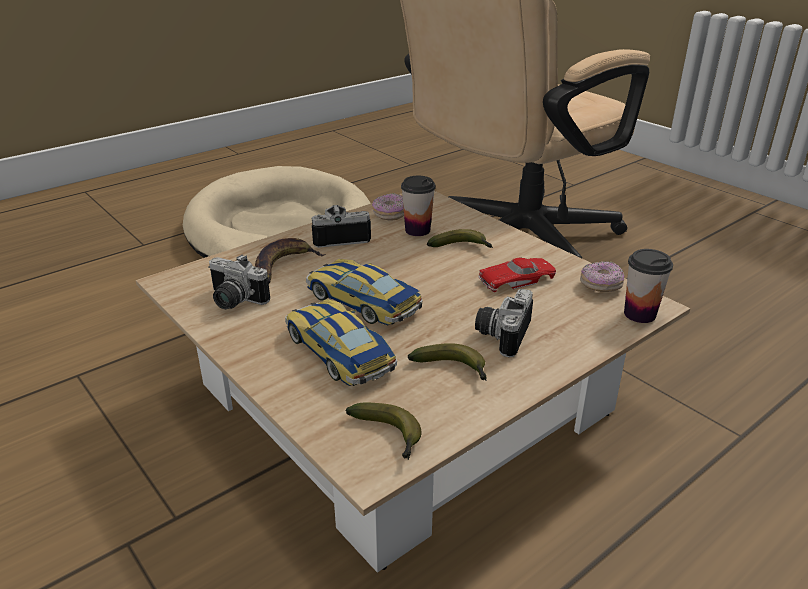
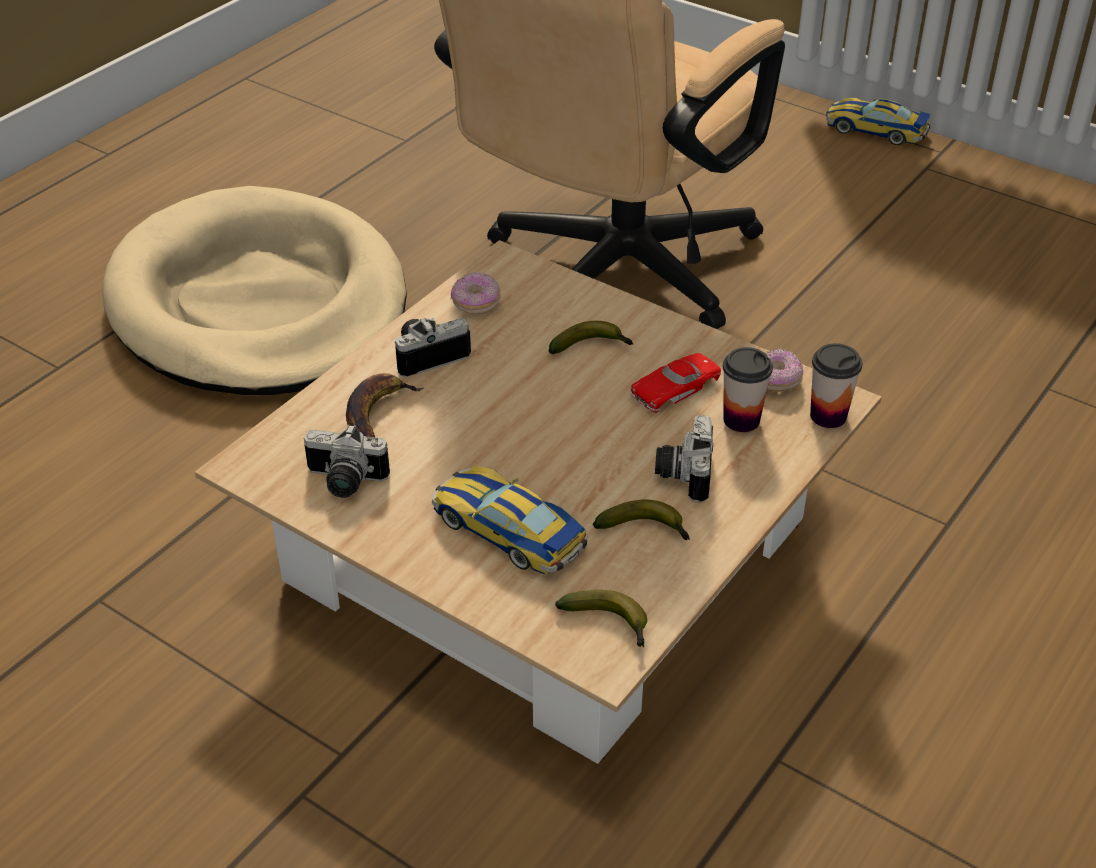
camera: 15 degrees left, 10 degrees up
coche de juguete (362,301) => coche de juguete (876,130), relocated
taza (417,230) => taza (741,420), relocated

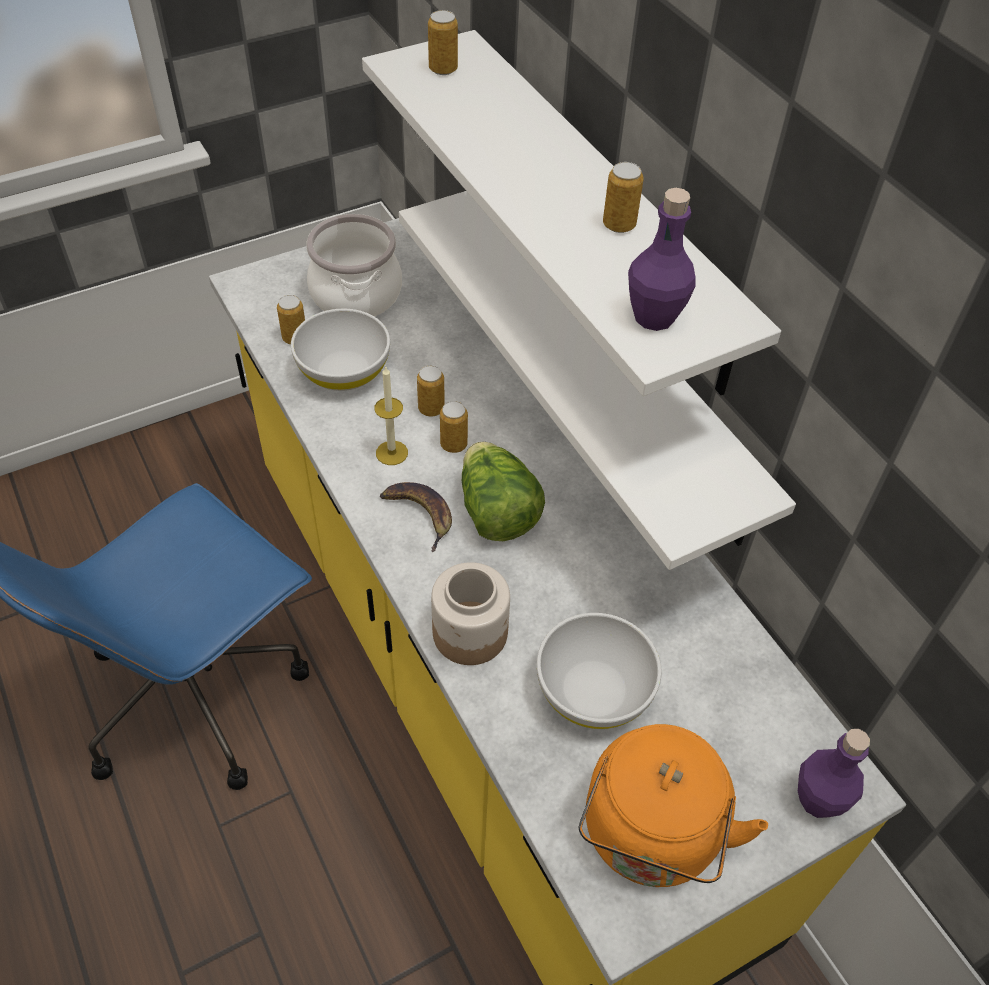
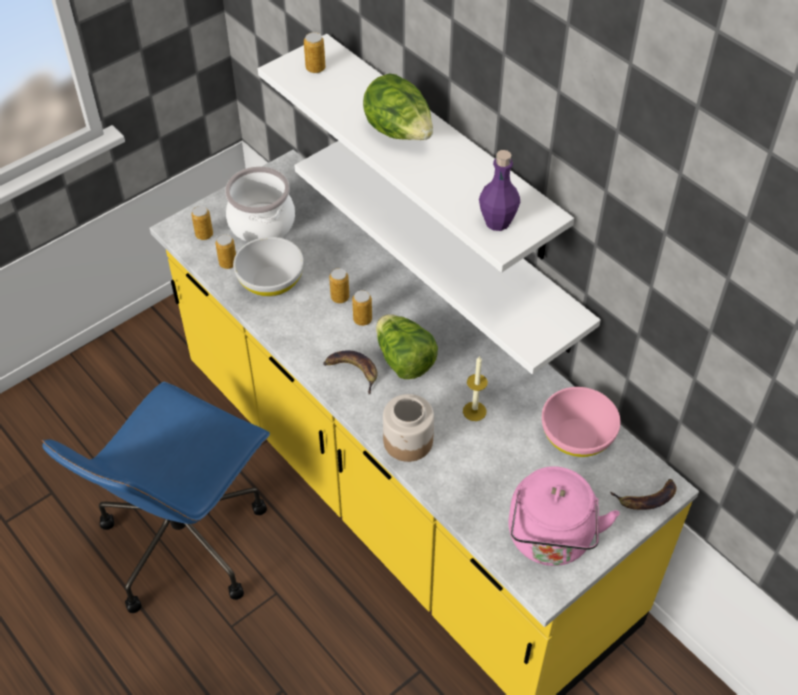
camera: 10 degrees left, 0 degrees up
cuenco (blanco) (594,690) => nothing
nothing => lechuga (399,133)
nothing => cuenco (rosa) (577,436)
vela (392,453) => vela (474,411), relocated
lata (619,225) => lata (204,235), relocated
botella (morado) (818,800) => plátano (646,499)
hervidor (naranja) (650,838) => hervidor (rosa) (550,540)

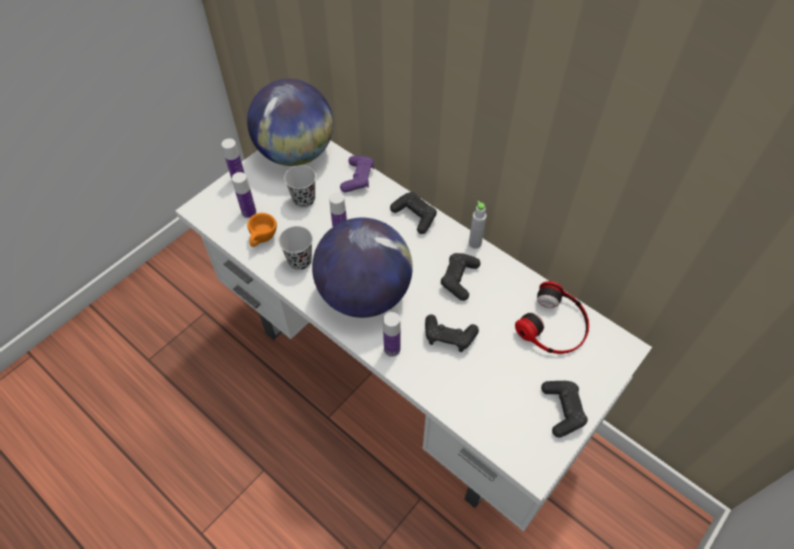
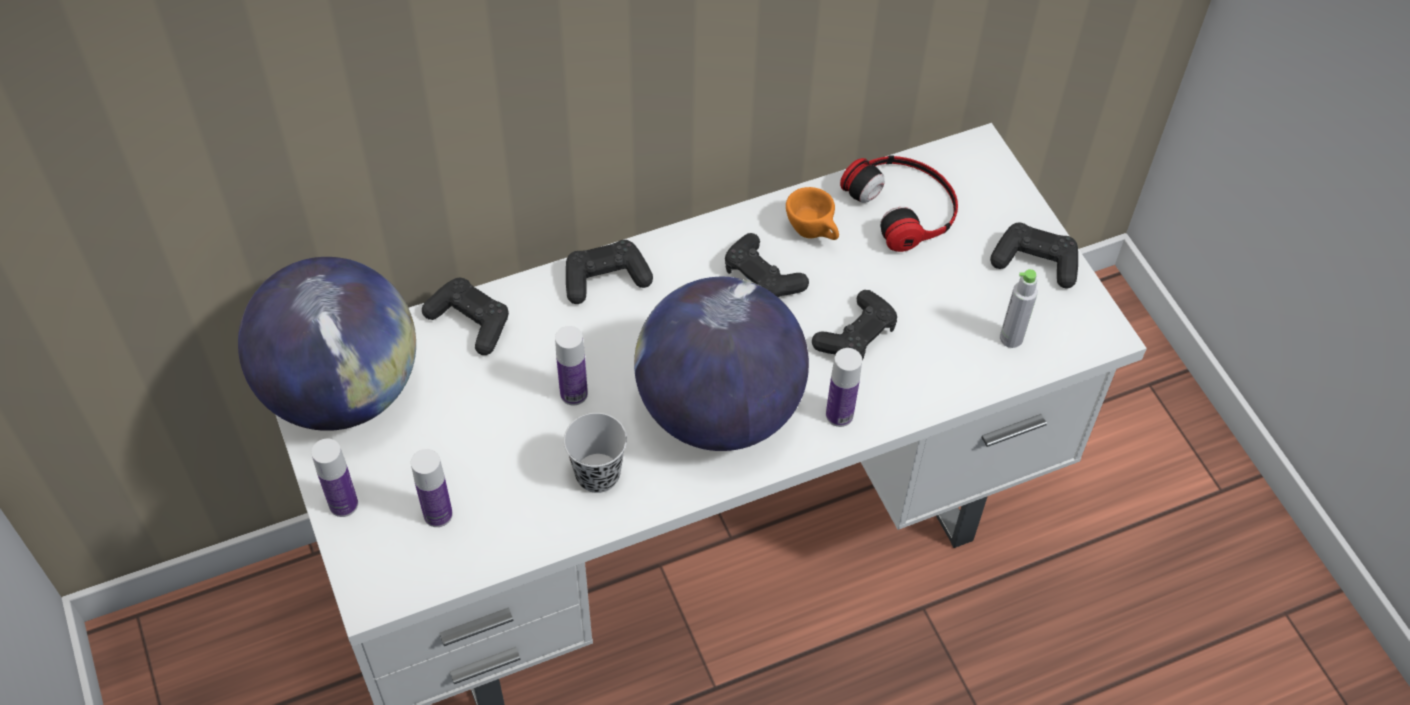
camera: 65 degrees left, 0 degrees up
taza (negro) (304,200) => nothing
taza (naranja) (263,240) => taza (naranja) (814,233), relocated
botella (gris) (475,243) => botella (gris) (1011,338), relocated
mando de consola (morado) (358,178) => mando de consola (negro) (470,322)

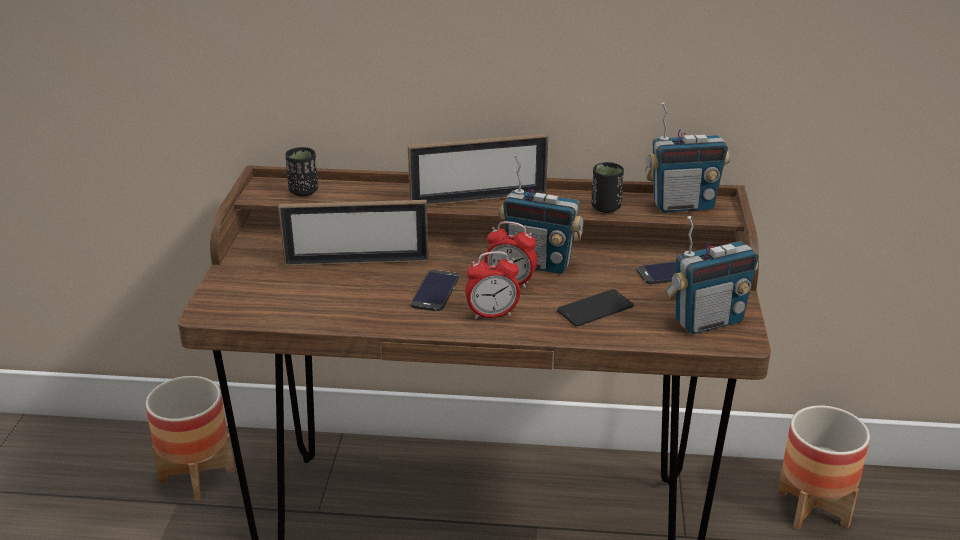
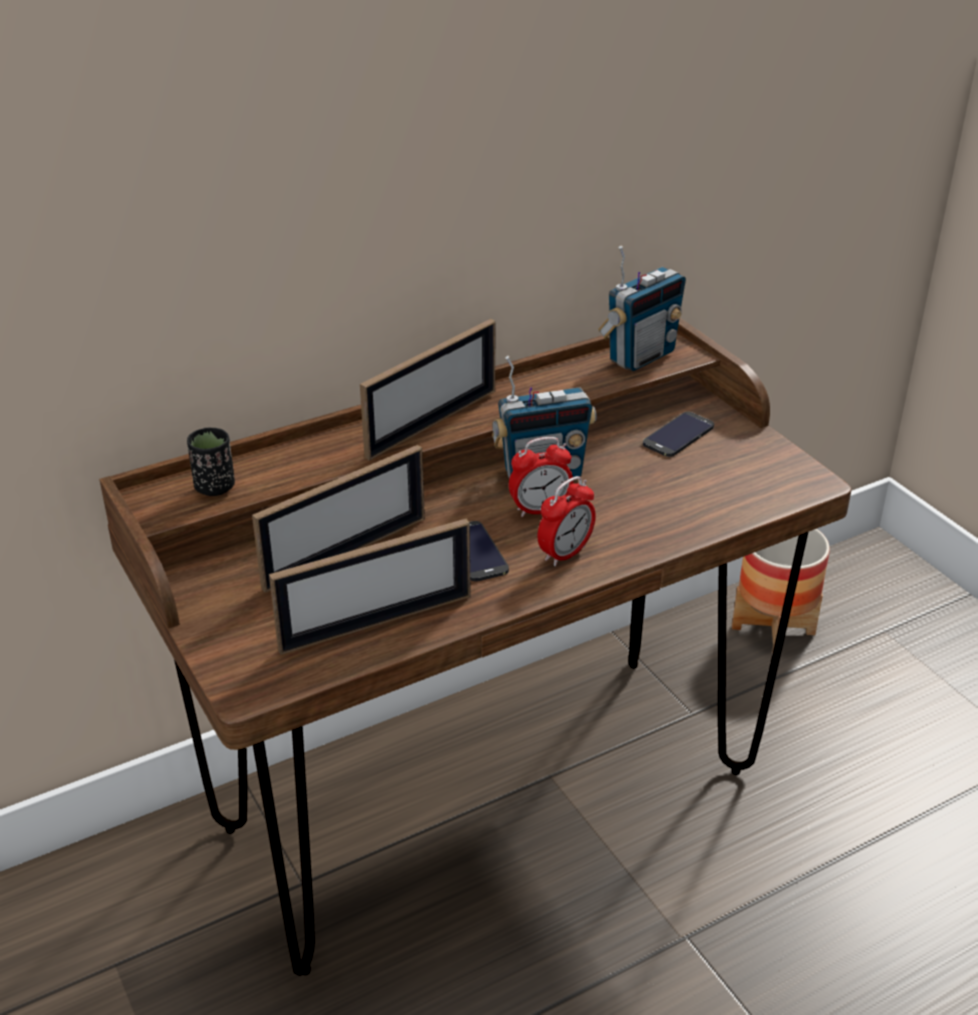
camera: 35 degrees left, 5 degrees up
maceta (197,475) => nothing
móvil (595,309) => nothing
taza (negro) (606,207) => nothing
radio (707,321) => nothing
nothing => portarretratos (376,622)

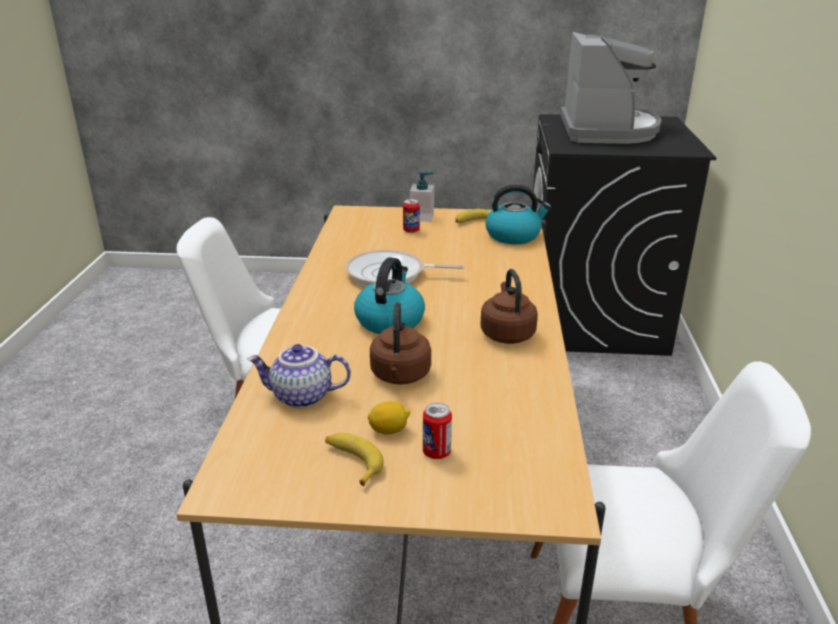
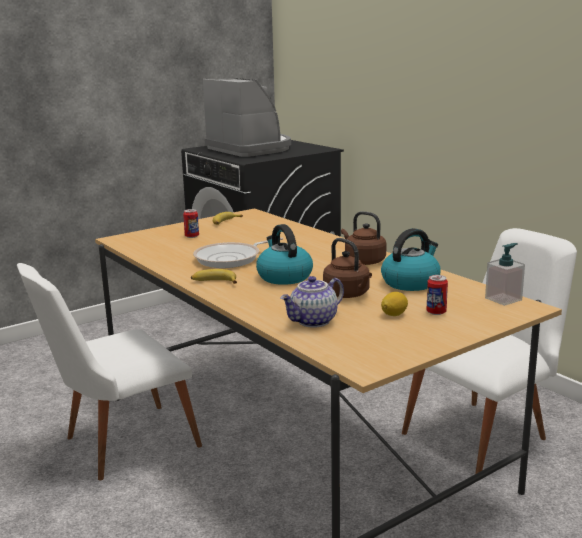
camera: 40 degrees left, 10 degrees down
plátano (352,462) => plátano (214,282), relocated
dispensador de jabón (422,217) => dispensador de jabón (503,299), relocated
hervidor (514,235) => hervidor (411,282), relocated

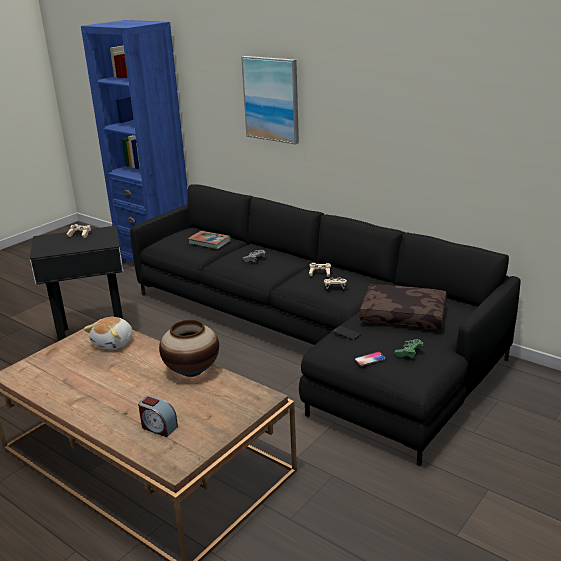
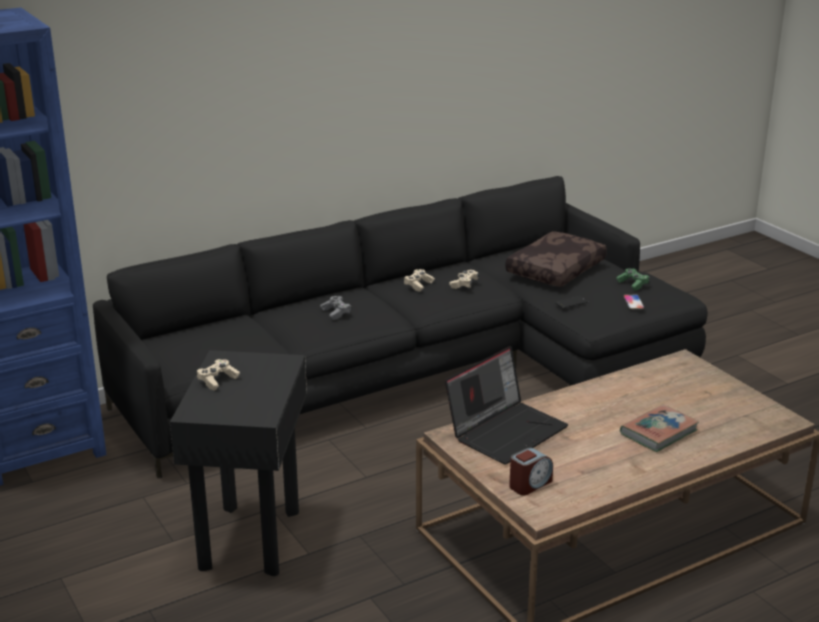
camera: 70 degrees left, 0 degrees up
florero (192,371) => nothing
cuadro (271,99) => nothing
despertador (158,427) => despertador (530,484), relocated
libro (209,242) => libro (658,432), relocated
peluche (114,343) => portátil (506,430)

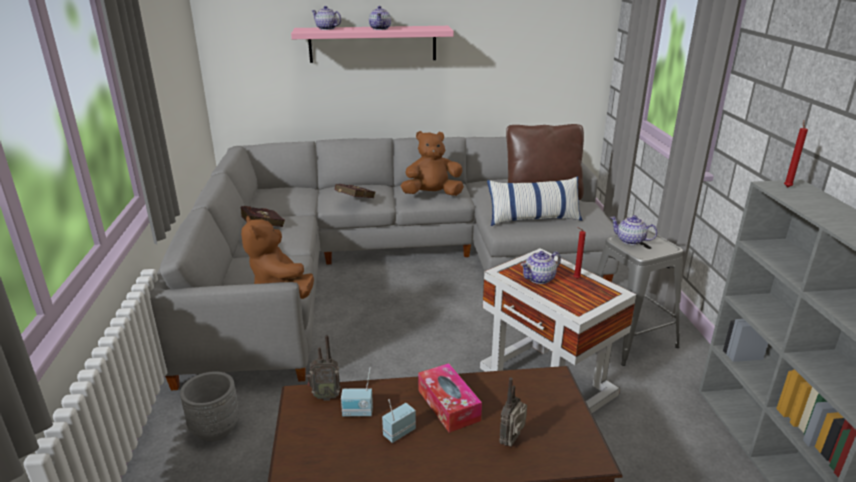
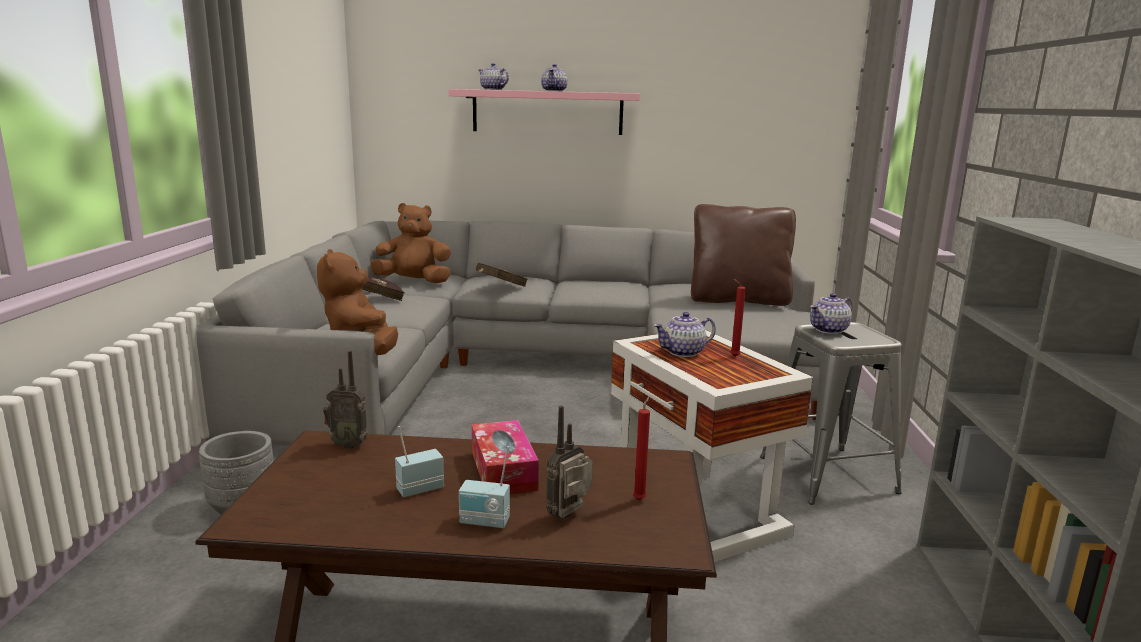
camera: 10 degrees right, 10 degrees down
cojín (533,219) => nothing
radio (357,413) => radio (484,522), relocated
peluche (marrón) (432,194) => peluche (marrón) (413,282), relocated
vela (rojo) (787,187) => vela (rojo) (640,499), relocated
tetera (631,241) => tetera (829,330), 75 degrees counterclockwise

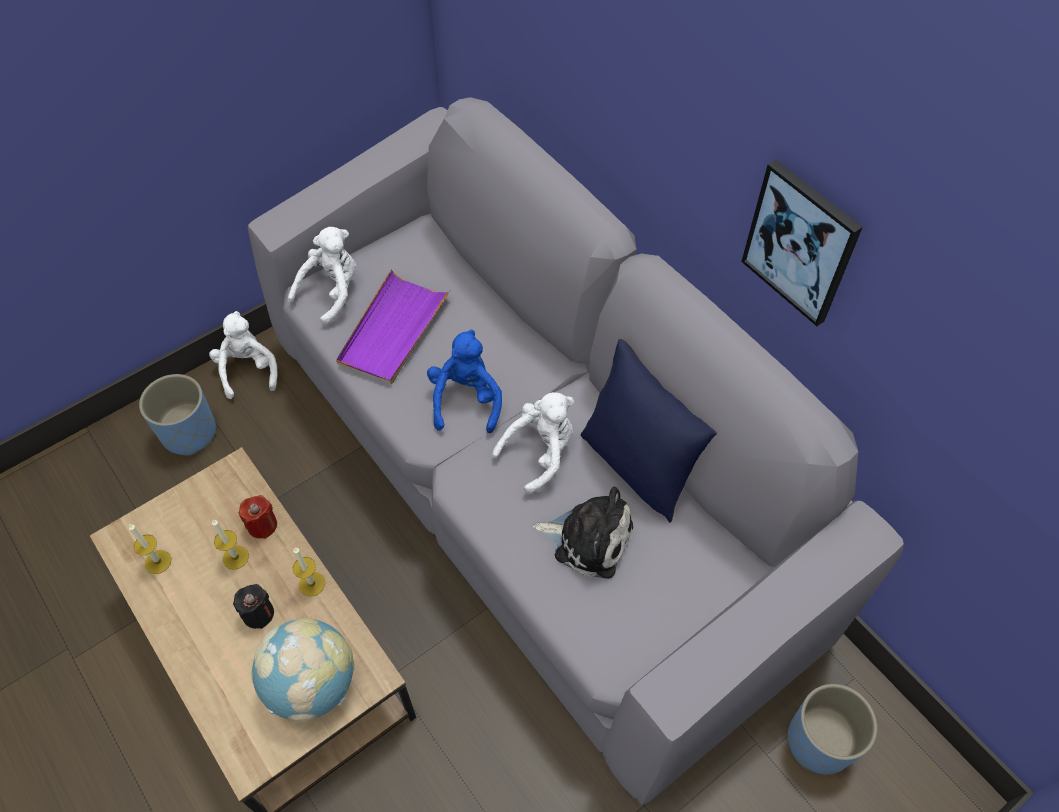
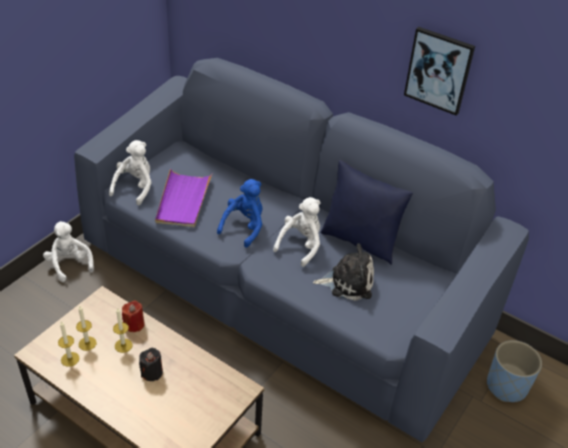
camera: 20 degrees left, 15 degrees down
maceta (azul) (189,433) => nothing
globo terráqueo (312,684) => nothing
vela (312,584) => vela (87,343), relocated
sofá (gris) (531,478) => sofá (azul) (280,287)
peluche (azul) (466,399) => peluche (azul) (244,227), 45 degrees clockwise

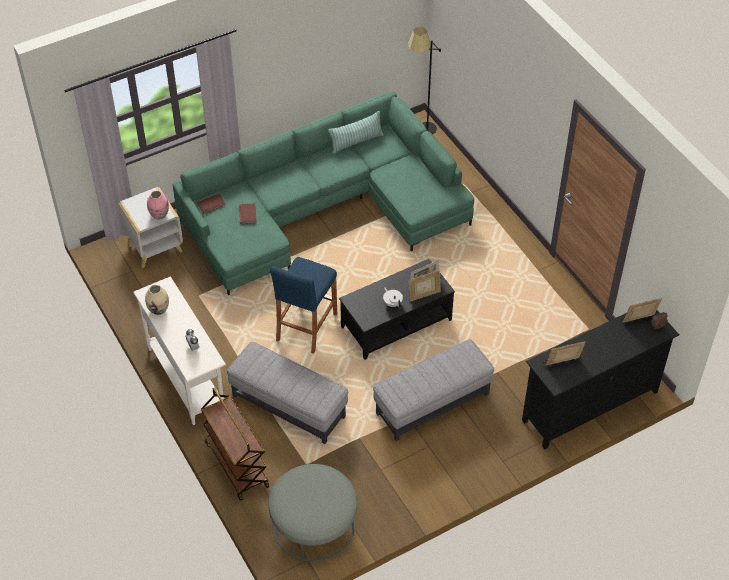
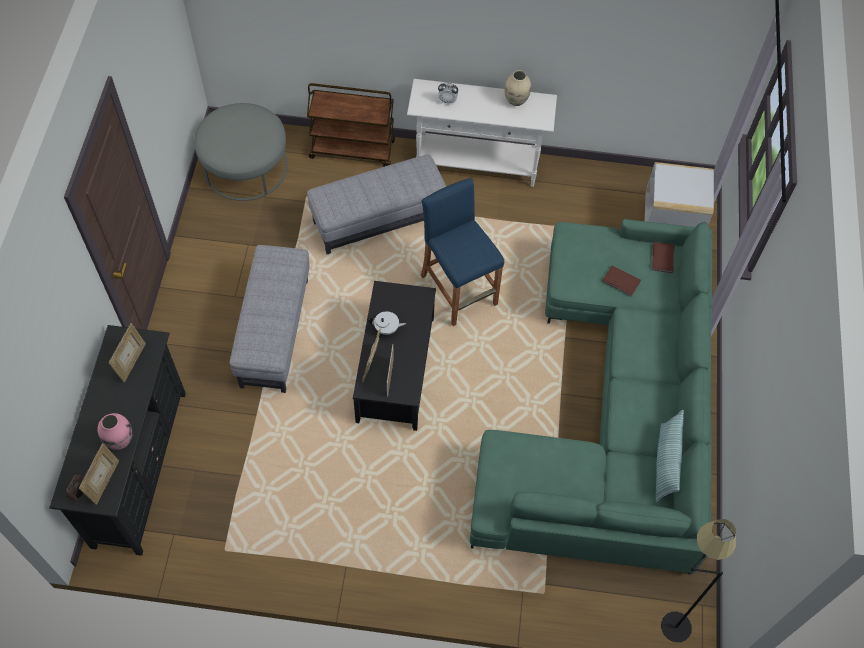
camera: 125 degrees right, 10 degrees up
florero (rosa) (159,215) => florero (rosa) (119,440), relocated

